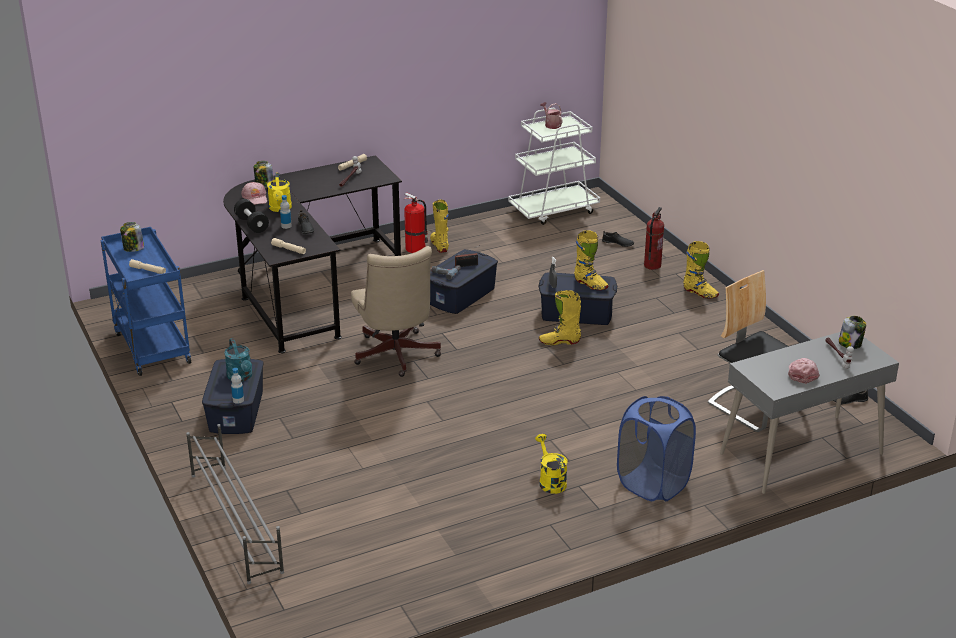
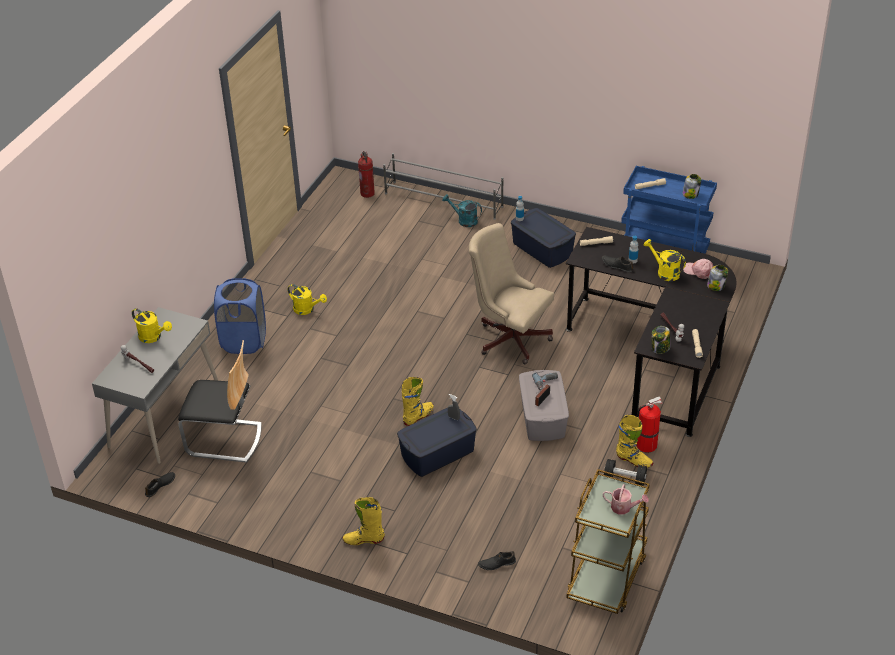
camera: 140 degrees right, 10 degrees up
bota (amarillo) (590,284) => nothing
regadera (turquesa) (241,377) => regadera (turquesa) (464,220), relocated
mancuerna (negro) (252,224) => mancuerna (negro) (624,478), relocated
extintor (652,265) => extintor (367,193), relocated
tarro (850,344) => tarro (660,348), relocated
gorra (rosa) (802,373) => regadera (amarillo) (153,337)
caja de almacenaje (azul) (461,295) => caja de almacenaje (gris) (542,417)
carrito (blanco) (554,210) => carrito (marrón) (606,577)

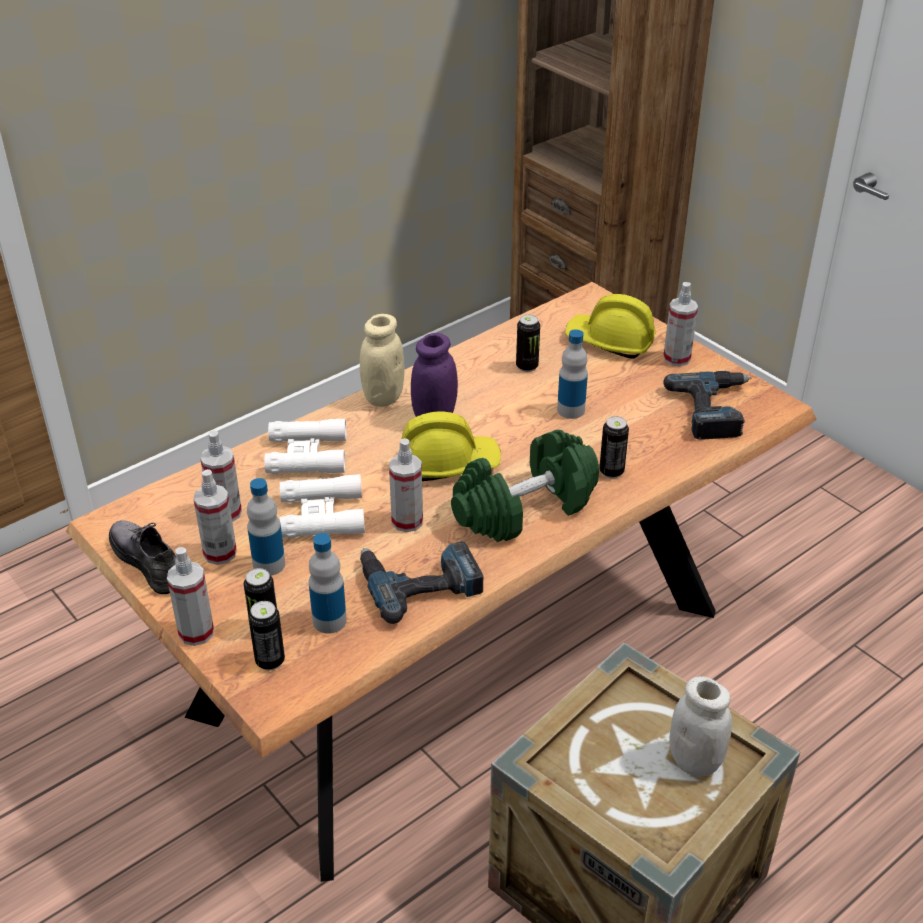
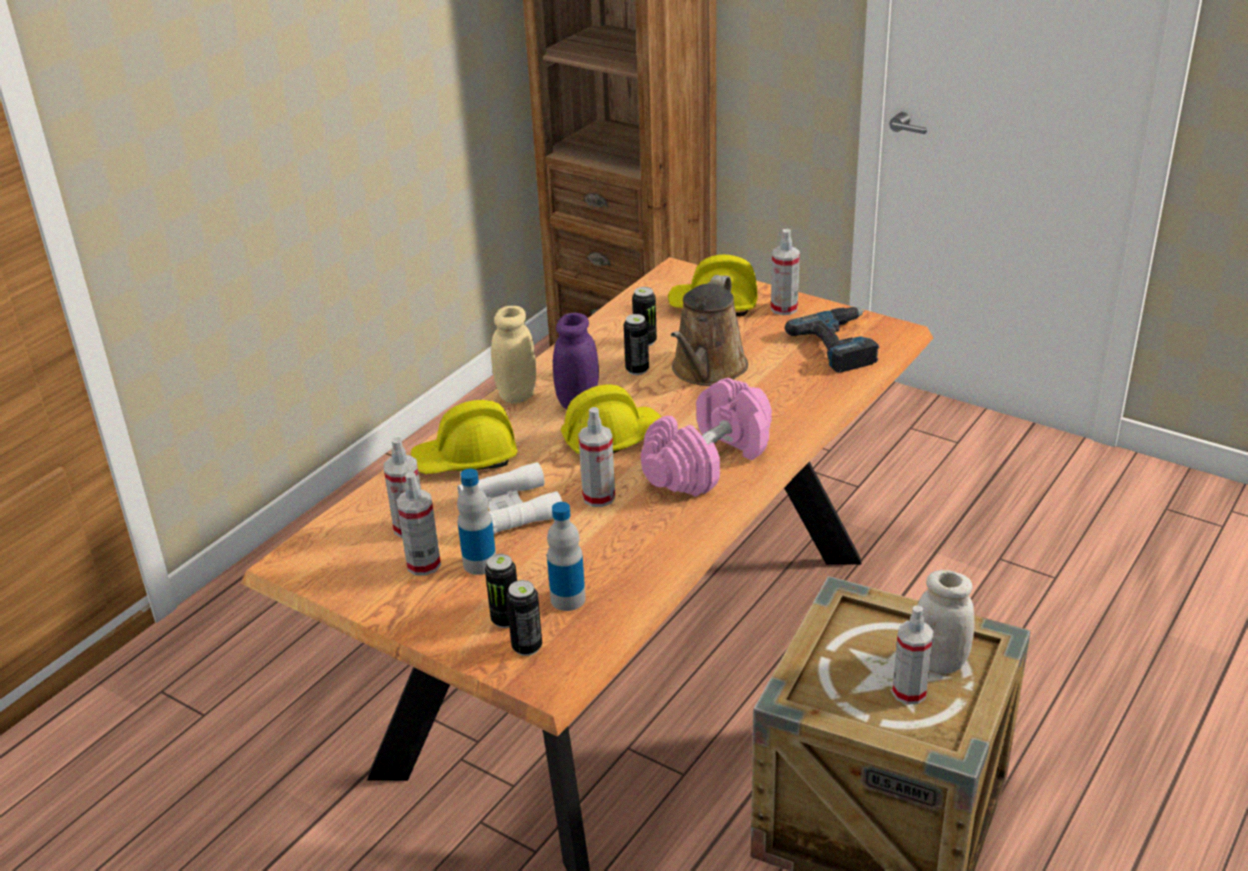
camera: 15 degrees left, 5 degrees down
zapato (gris) (149,562) => nothing
taladro (419,582) => nothing
pulverizador (196,632) => pulverizador (909,692), relocated
lata (611,472) => lata (637,370), relocated
prismáticos (blanco) (307,455) => casco (amarillo) (466,460)
botella (571,410) => regadera (marrón) (707,371)
mancuerna (verde) (525,509) => mancuerna (rosa) (707,463)

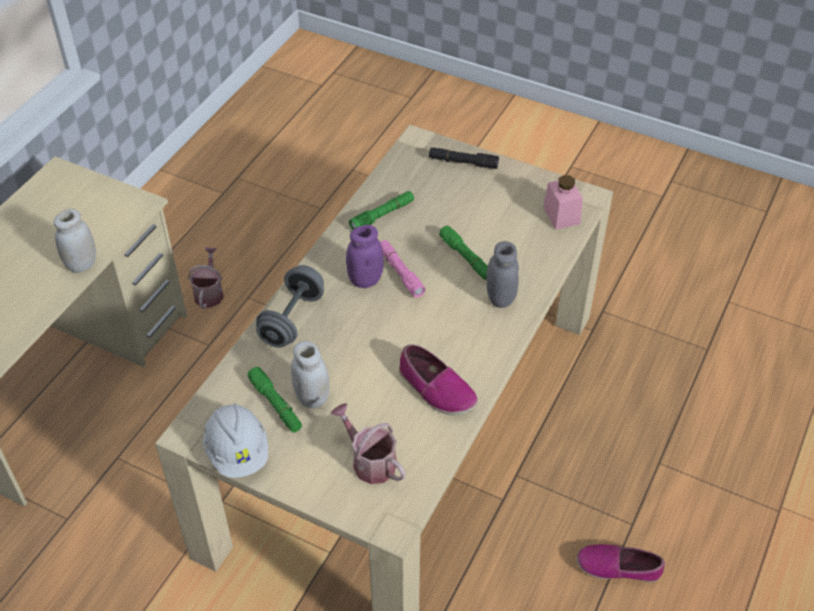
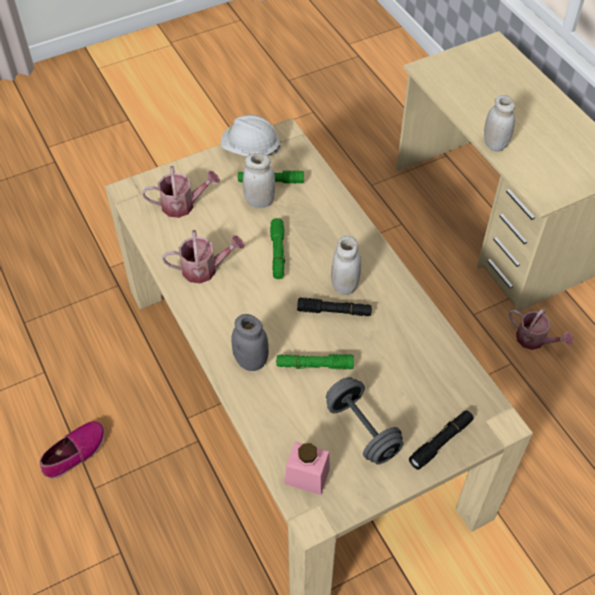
camera: 125 degrees right, 5 degrees up
mancuerna (gris) (292,319) => mancuerna (gris) (362,430), relocated
linterna (verde) (382,215) => linterna (verde) (277,253), relocated
zapato (436,389) => regadera (204,269)
tarro (morado) (365,280) => tarro (blanco) (345,285)
linterna (rosa) (400,272) => linterna (negro) (334,311)

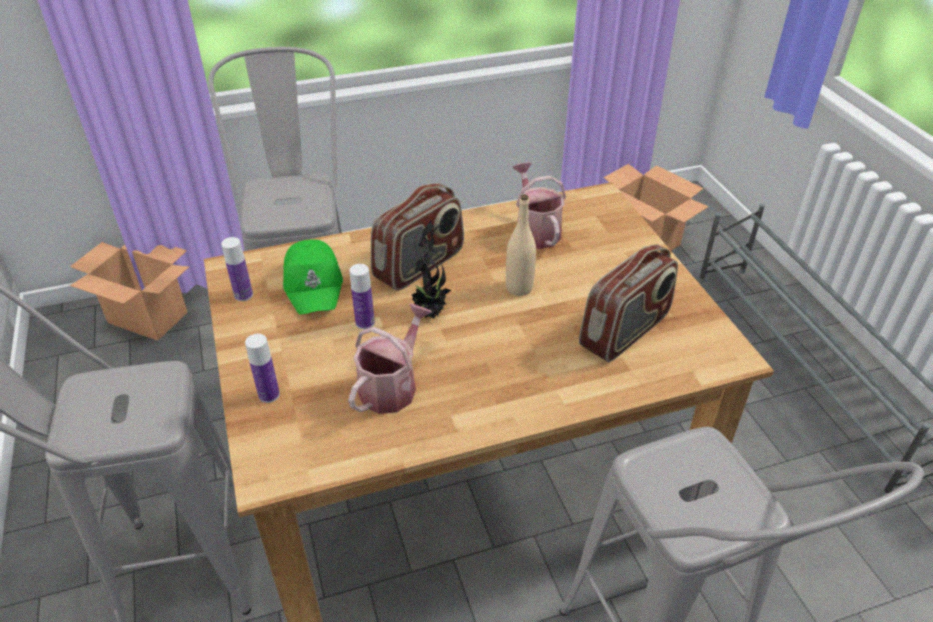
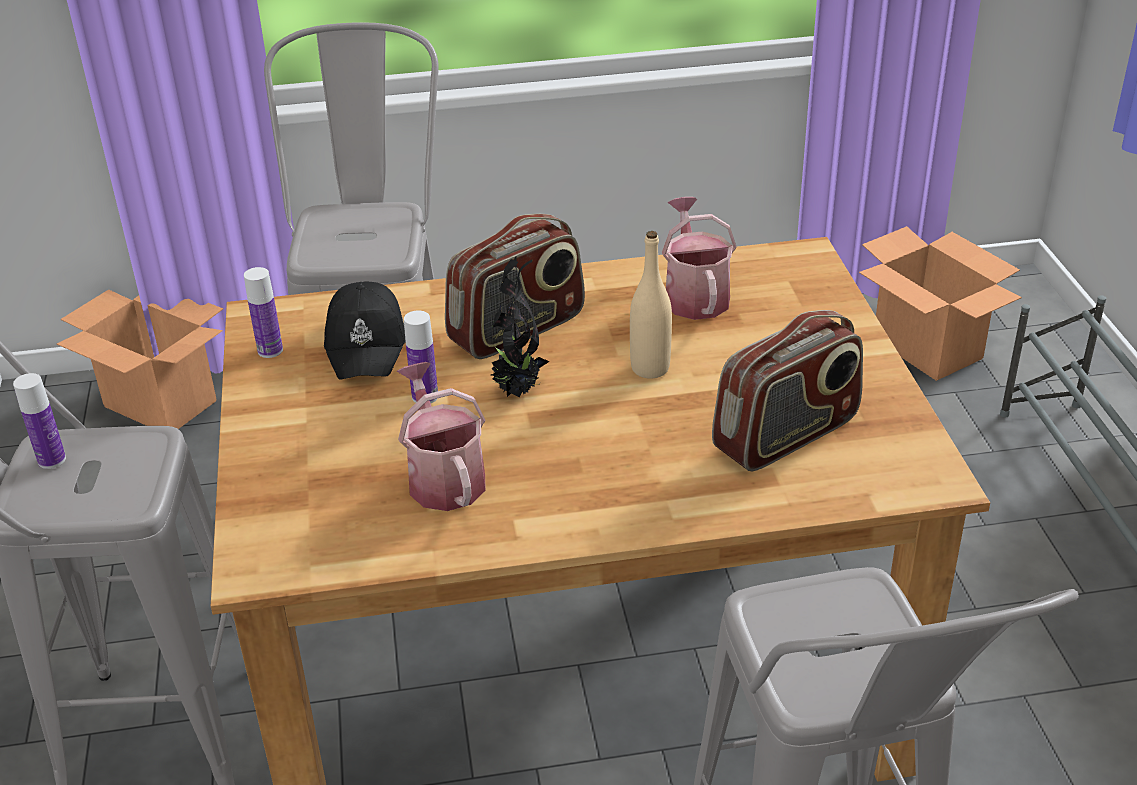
camera: 10 degrees right, 5 degrees down
botella (269,395) => botella (52,460), relocated
gorra (verde) (314,285) => gorra (negro) (367,344)
regadera (392,386) => regadera (443,476), 60 degrees counterclockwise

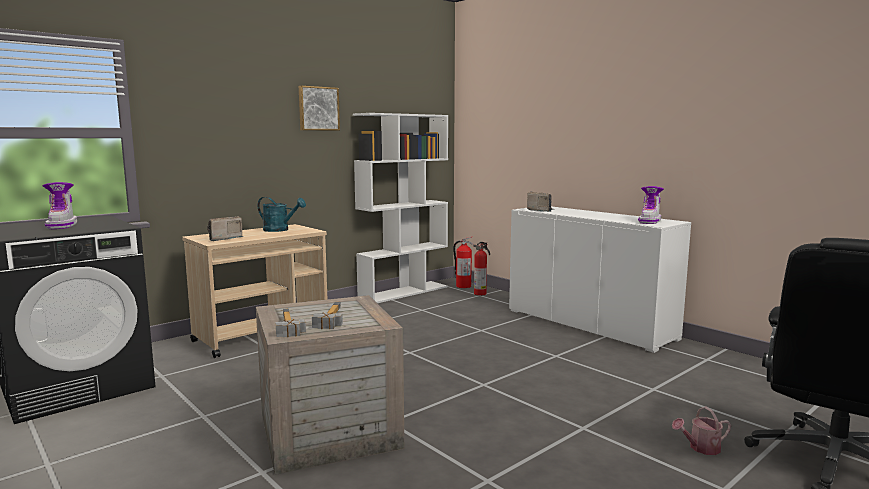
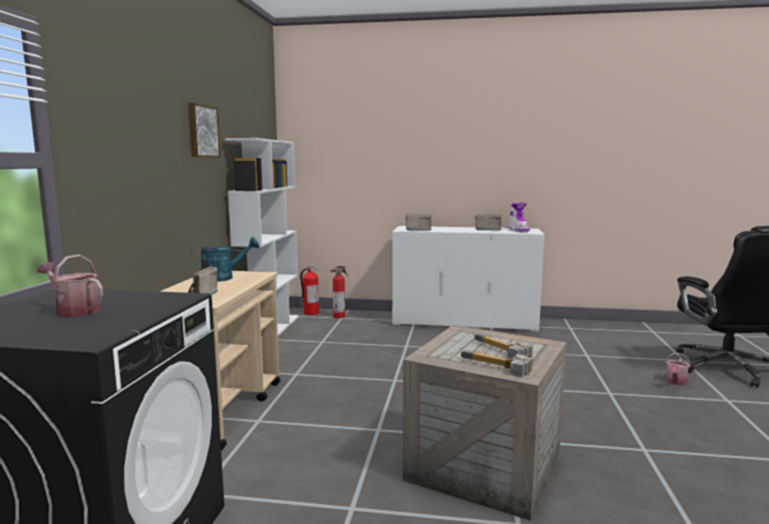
camera: 40 degrees left, 0 degrees up
nothing => radio (487,229)
bota (62,225) => regadera (74,310)

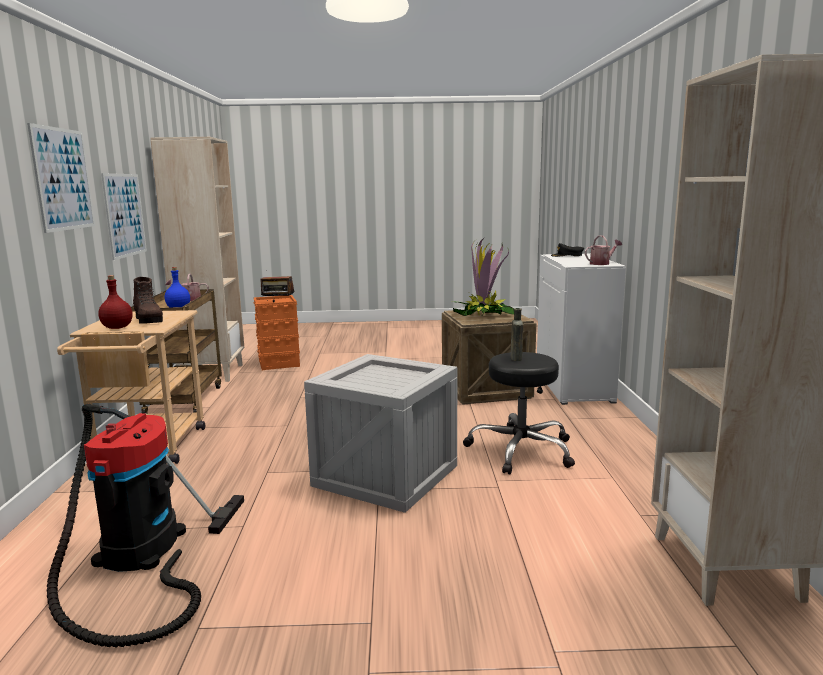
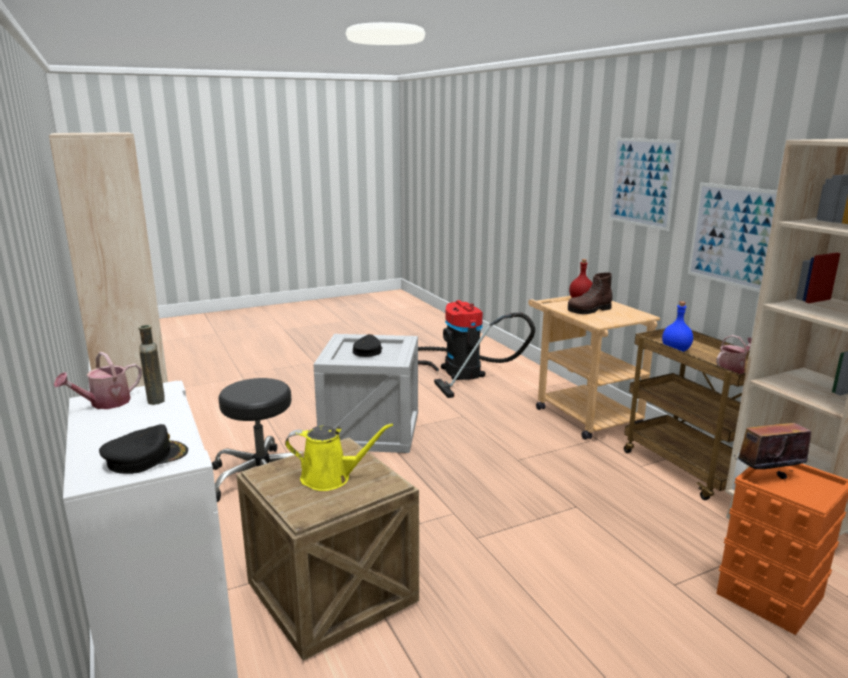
camera: 155 degrees right, 5 degrees up
nothing => gorra (negro) (367,351)
botella (marrón) (516,358) => botella (marrón) (155,398), relocated
planta en maceta (484,315) => regadera (amarillo) (331,478)
bota (marrón) (149,320) => bota (marrón) (589,310), 60 degrees counterclockwise

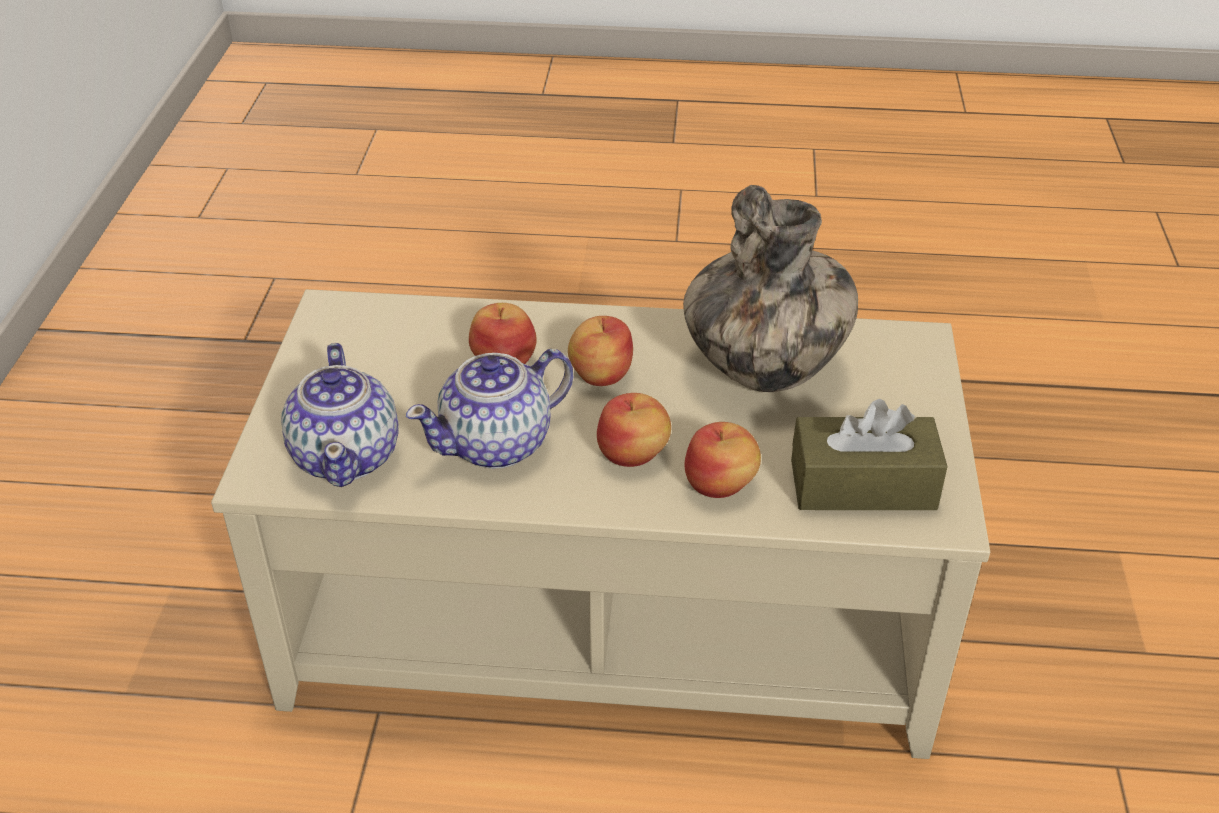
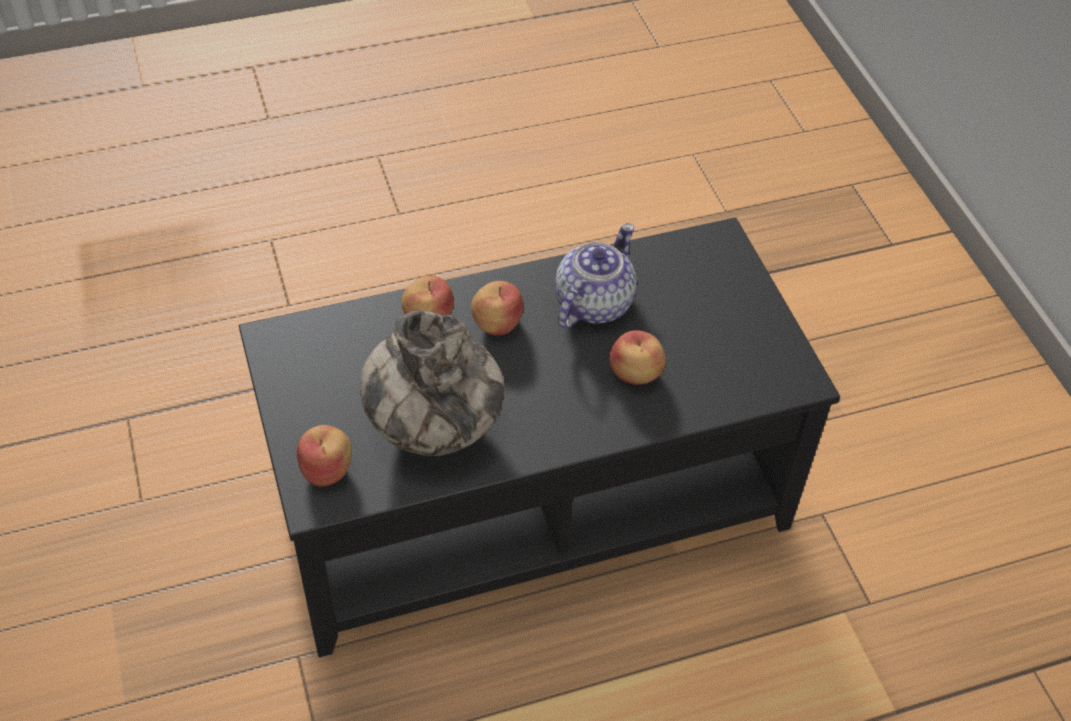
camera: 155 degrees right, 10 degrees up
tetera (347,455) => nothing
caja de pañuelos (marrón) (862,485) => nothing
manzana (600,374) => manzana (327,470), relocated
mesa de centro (beis) (611,610) => mesa de centro (negro) (529,500)

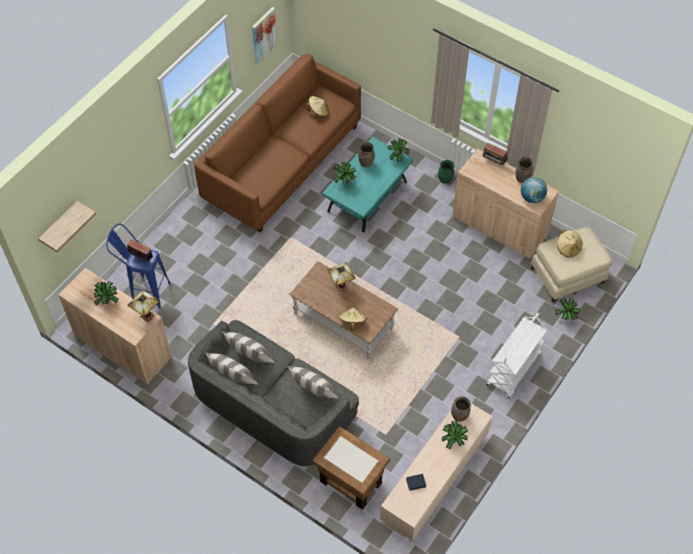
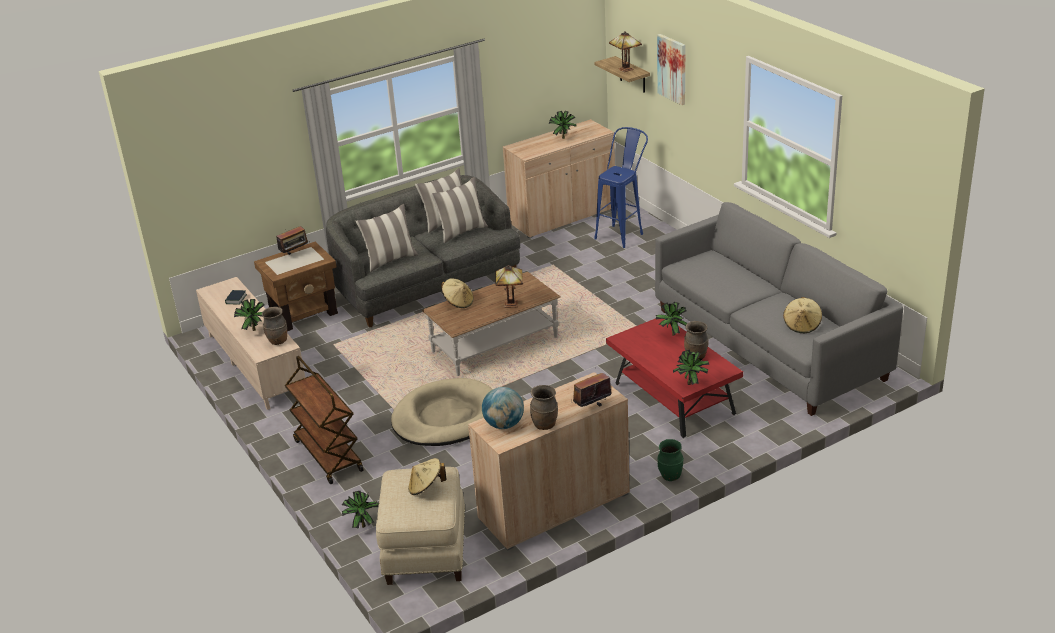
camera: 115 degrees right, 25 degrees down
nothing => cama para perro (beis) (445,417)
radio (141,258) => radio (295,253), relocated
lámpara de mesa (147,317) => lámpara de mesa (624,69), relocated
cuadro (263,35) => cuadro (672,69), relocated
sofá (marrón) (283,163) => sofá (gris) (768,344)
mesa de centro (turquesa) (367,197) => mesa de centro (rojo) (673,399)
carrito (blanco) (513,370) => carrito (marrón) (327,455)

